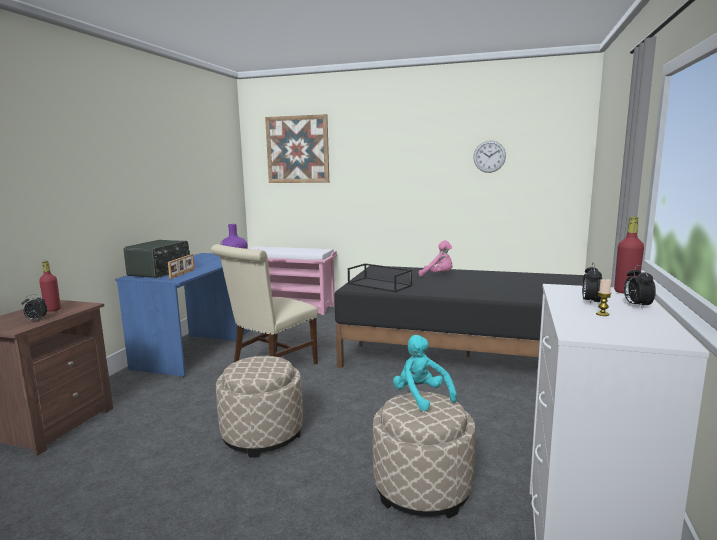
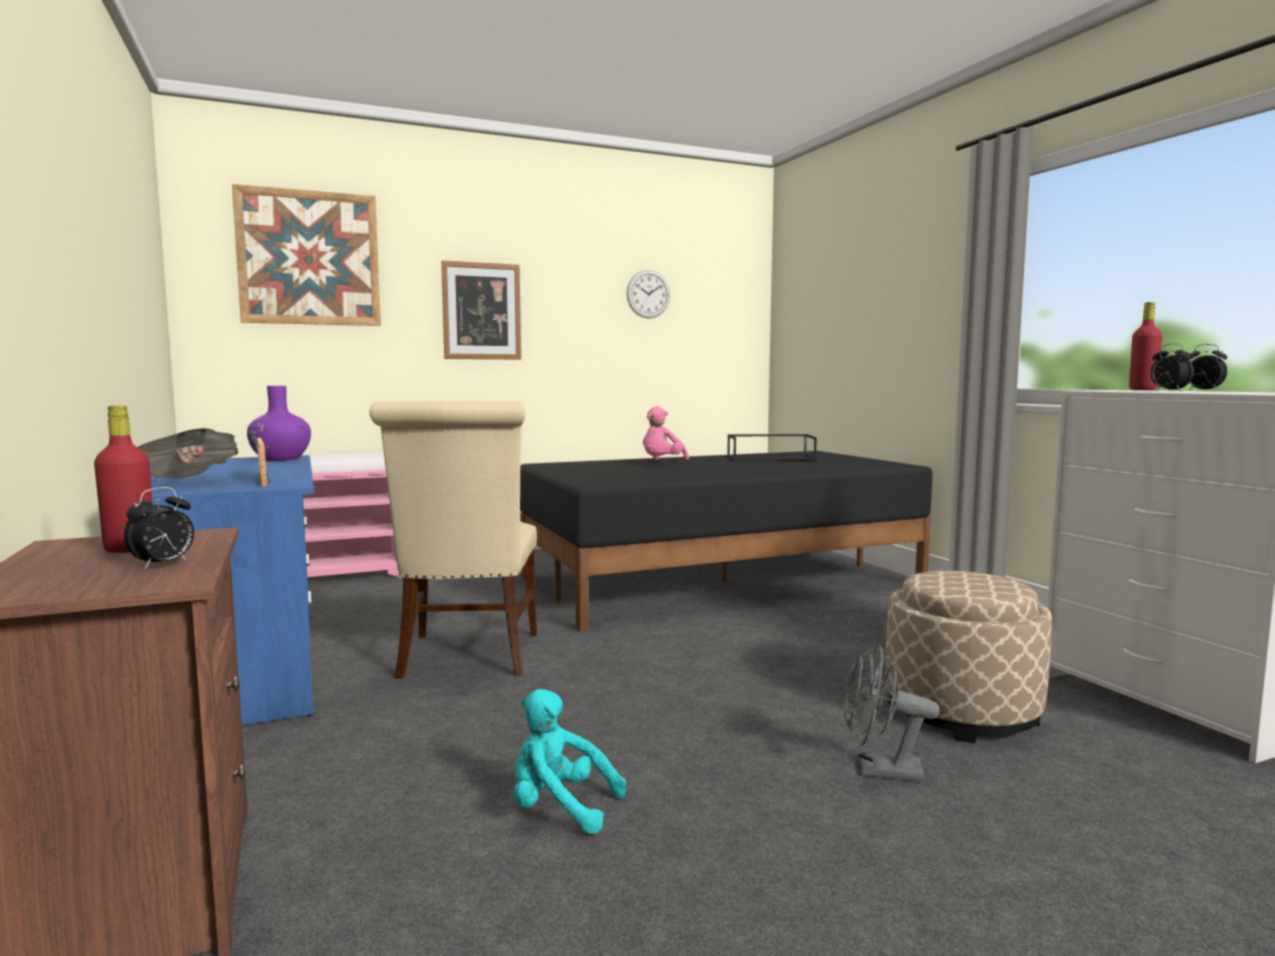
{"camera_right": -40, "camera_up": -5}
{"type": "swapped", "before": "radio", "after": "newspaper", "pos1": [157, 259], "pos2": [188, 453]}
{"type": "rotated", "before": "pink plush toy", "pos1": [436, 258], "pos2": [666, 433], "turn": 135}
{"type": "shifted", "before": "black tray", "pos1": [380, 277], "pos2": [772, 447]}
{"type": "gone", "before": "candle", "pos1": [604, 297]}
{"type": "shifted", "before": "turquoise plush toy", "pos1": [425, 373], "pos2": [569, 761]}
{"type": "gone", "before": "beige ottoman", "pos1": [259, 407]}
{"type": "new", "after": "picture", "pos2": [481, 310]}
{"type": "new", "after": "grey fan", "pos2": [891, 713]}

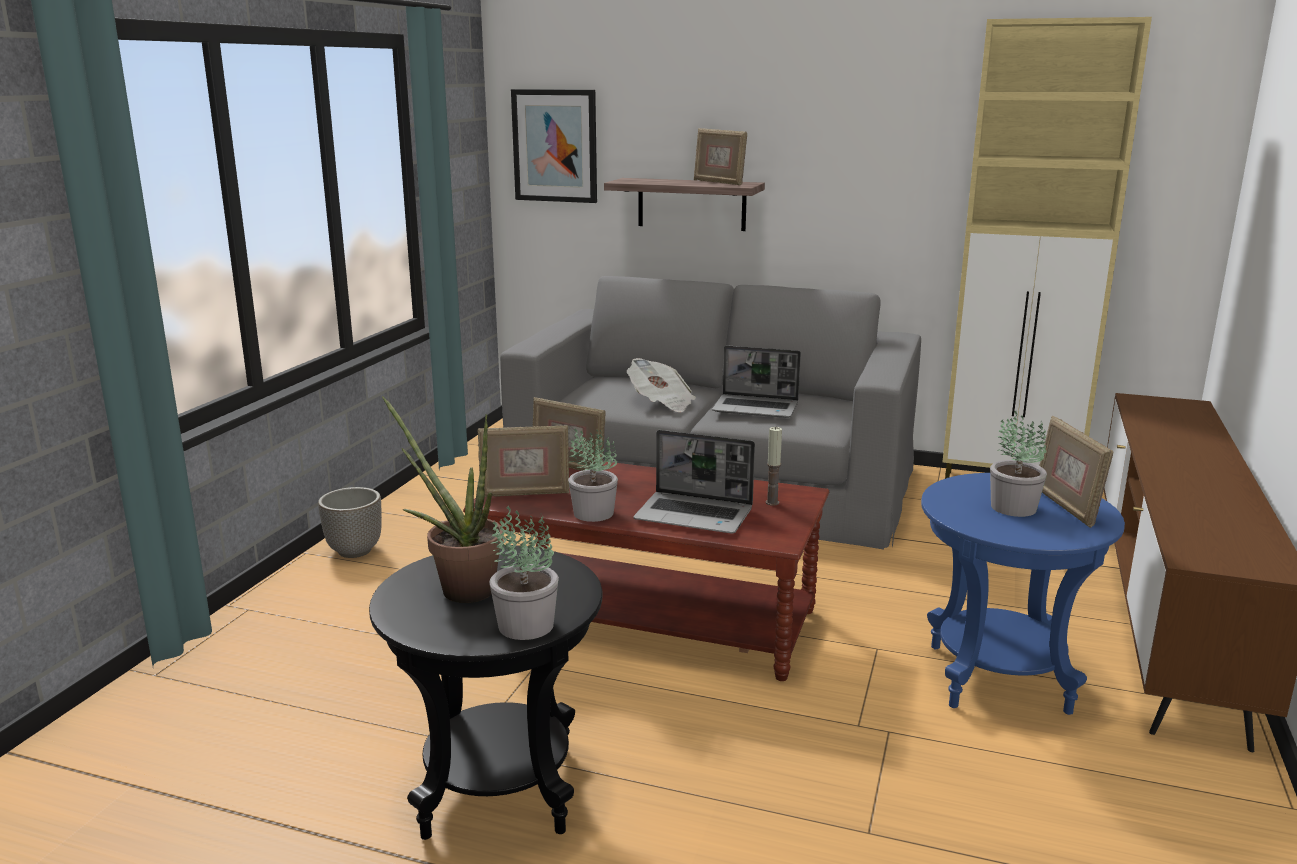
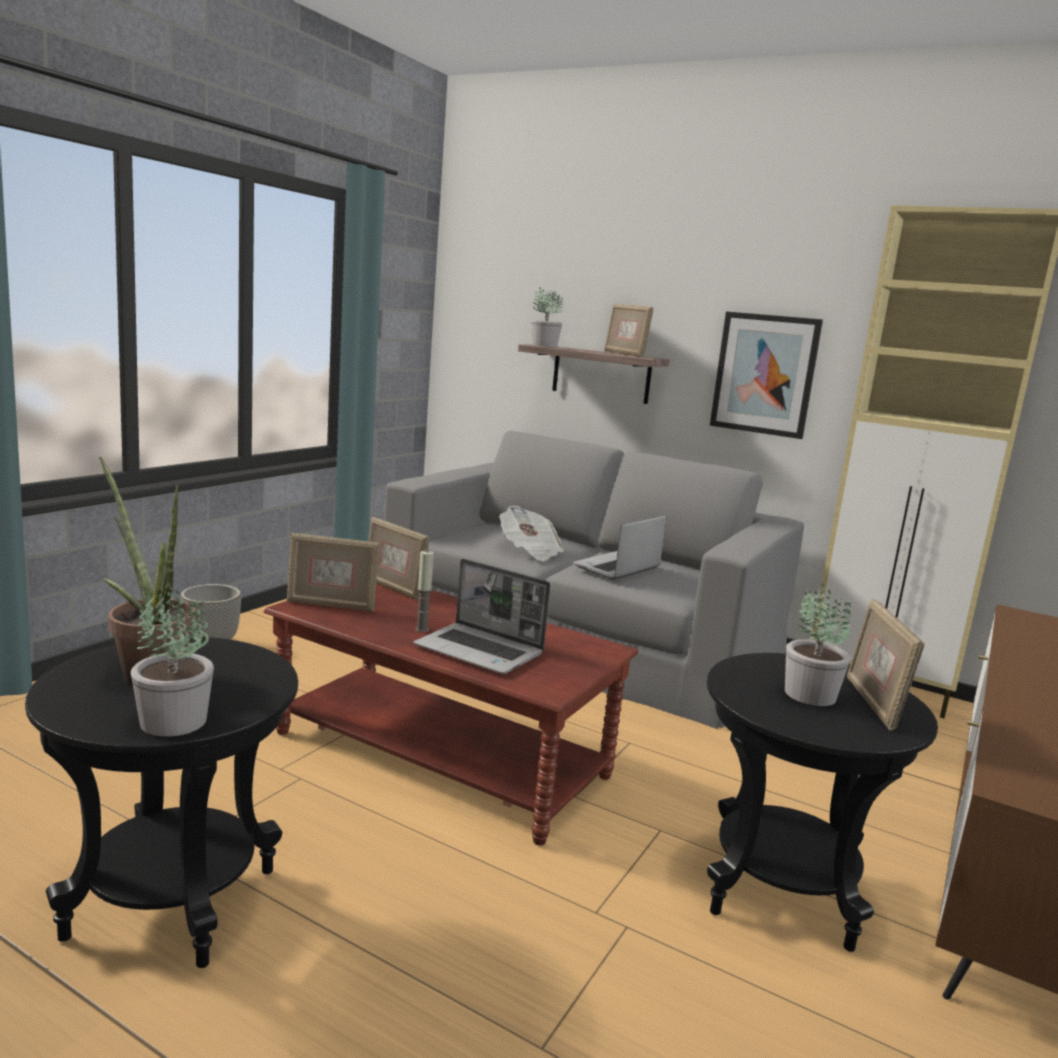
{"camera_right": 10, "camera_up": -5}
{"type": "shifted", "before": "picture", "pos1": [554, 146], "pos2": [766, 375]}
{"type": "rotated", "before": "laptop", "pos1": [756, 381], "pos2": [620, 547], "turn": 105}
{"type": "shifted", "before": "candle", "pos1": [774, 466], "pos2": [424, 591]}
{"type": "shifted", "before": "potted plant", "pos1": [593, 475], "pos2": [547, 317]}
{"type": "repainted", "before": "blue side table", "after": "black side table", "pos1": [1023, 594], "pos2": [822, 802]}

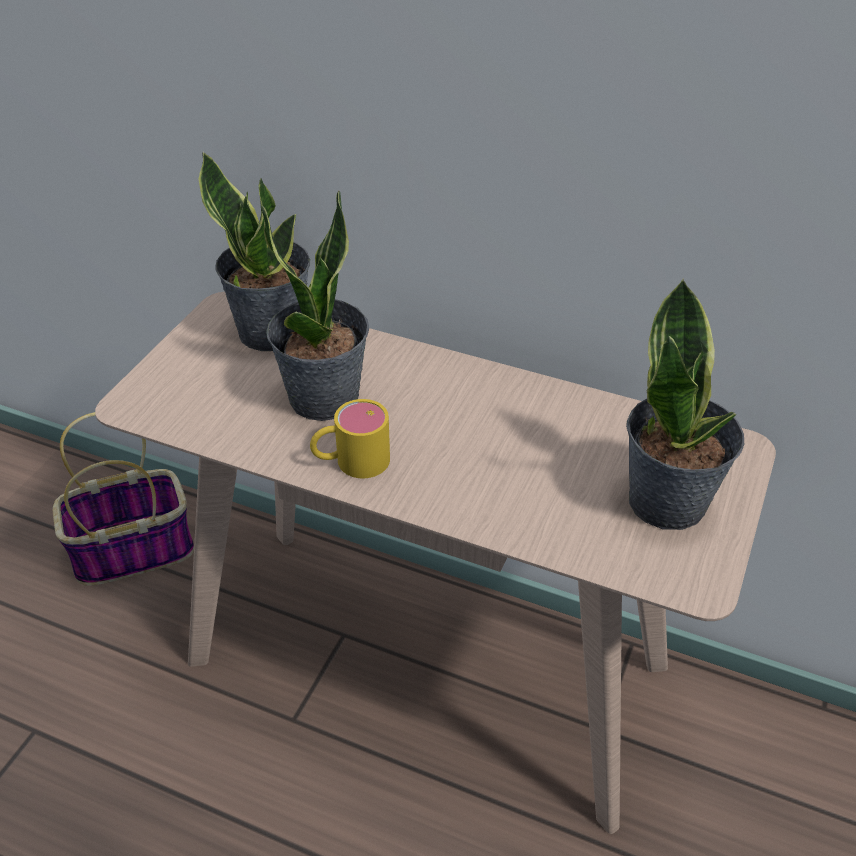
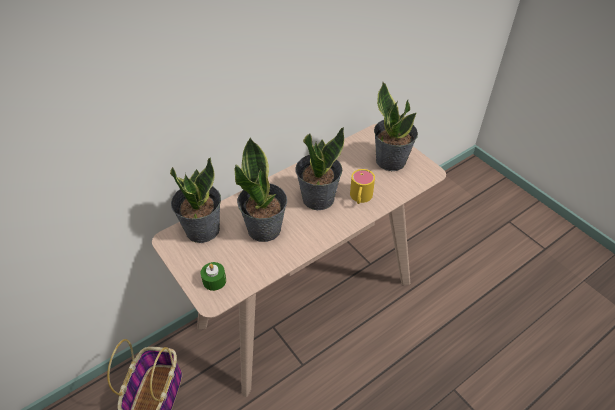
{"camera_right": -60, "camera_up": 5}
{"type": "shifted", "before": "yellow mug", "pos1": [350, 438], "pos2": [362, 186]}
{"type": "new", "after": "potted plant", "pos2": [319, 168]}
{"type": "new", "after": "green candle", "pos2": [213, 276]}

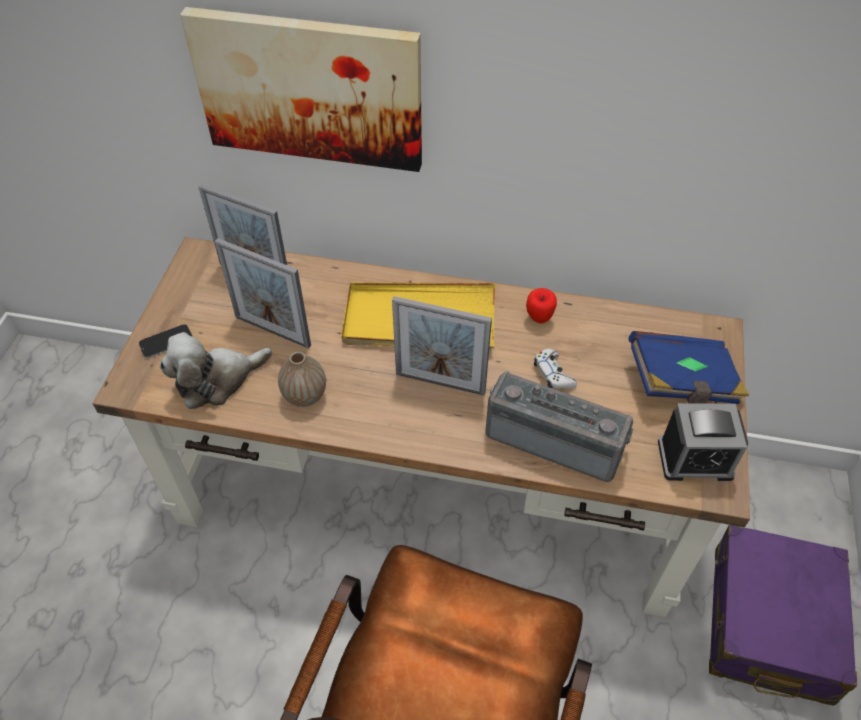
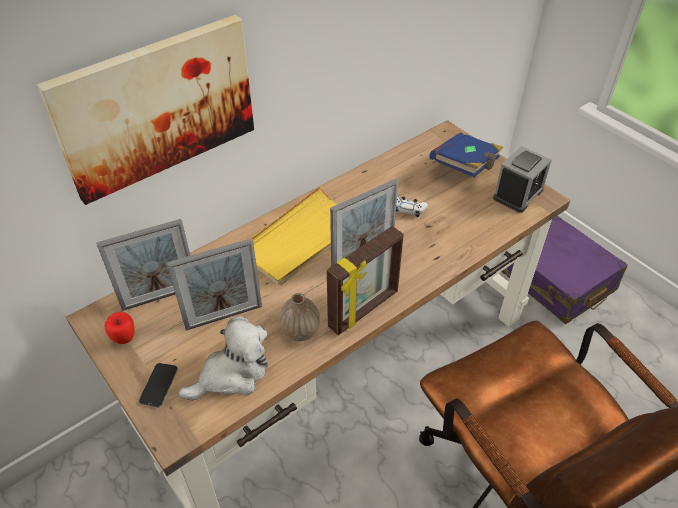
{"camera_right": -50, "camera_up": -5}
{"type": "shifted", "before": "apple", "pos1": [541, 305], "pos2": [119, 328]}
{"type": "rotated", "before": "plush toy", "pos1": [216, 370], "pos2": [223, 358], "turn": -135}
{"type": "gone", "before": "radio", "pos1": [559, 426]}
{"type": "new", "after": "picture frame", "pos2": [365, 280]}

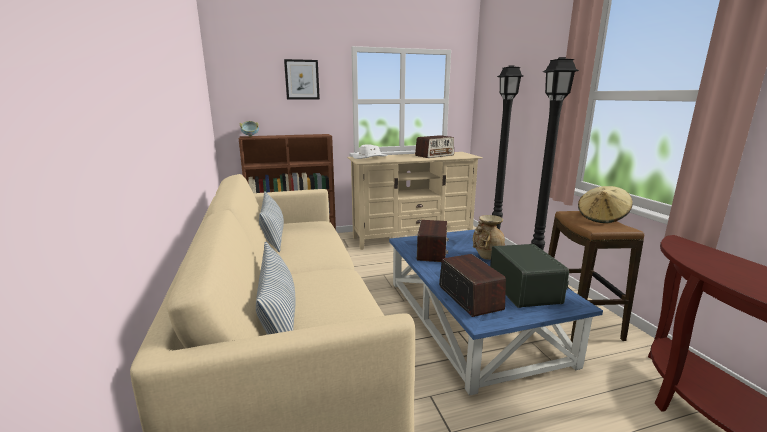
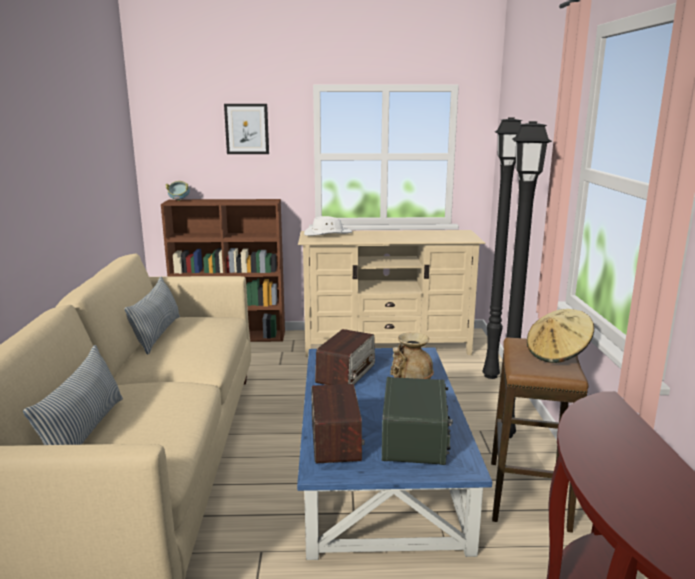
{"camera_right": 15, "camera_up": 0}
{"type": "gone", "before": "radio", "pos1": [434, 146]}

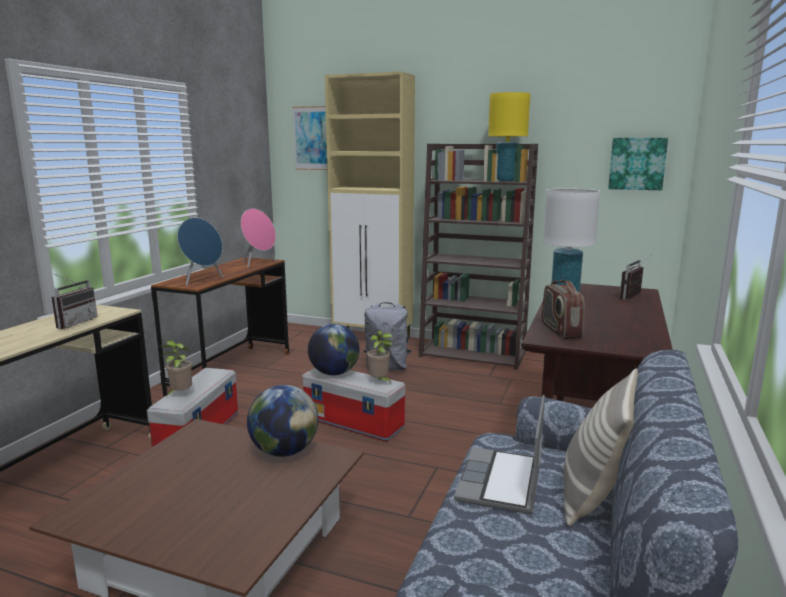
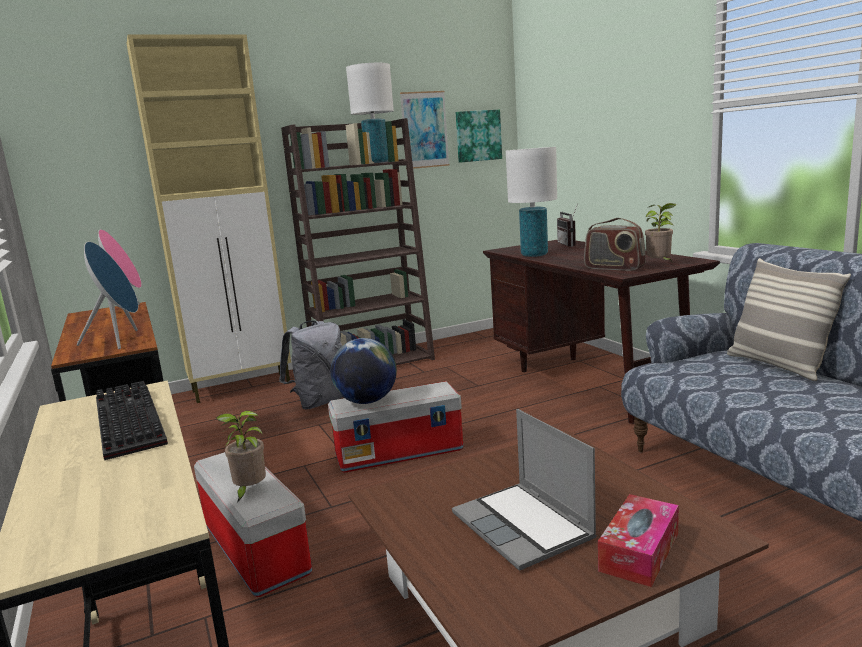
{"camera_right": -45, "camera_up": 0}
{"type": "repainted", "before": "yellow table lamp", "after": "white table lamp", "pos1": [509, 137], "pos2": [370, 113]}
{"type": "shifted", "before": "picture", "pos1": [310, 138], "pos2": [424, 130]}
{"type": "swapped", "before": "radio", "after": "keyboard", "pos1": [75, 301], "pos2": [132, 420]}
{"type": "shifted", "before": "potted plant", "pos1": [380, 357], "pos2": [661, 232]}
{"type": "gone", "before": "globe", "pos1": [282, 421]}
{"type": "shifted", "before": "laptop", "pos1": [499, 454], "pos2": [524, 490]}
{"type": "new", "after": "tissue box", "pos2": [638, 540]}

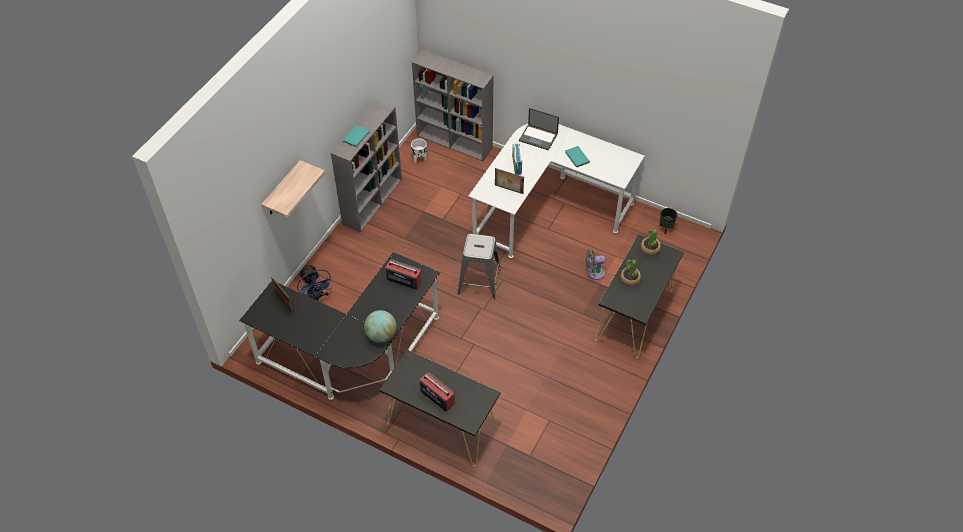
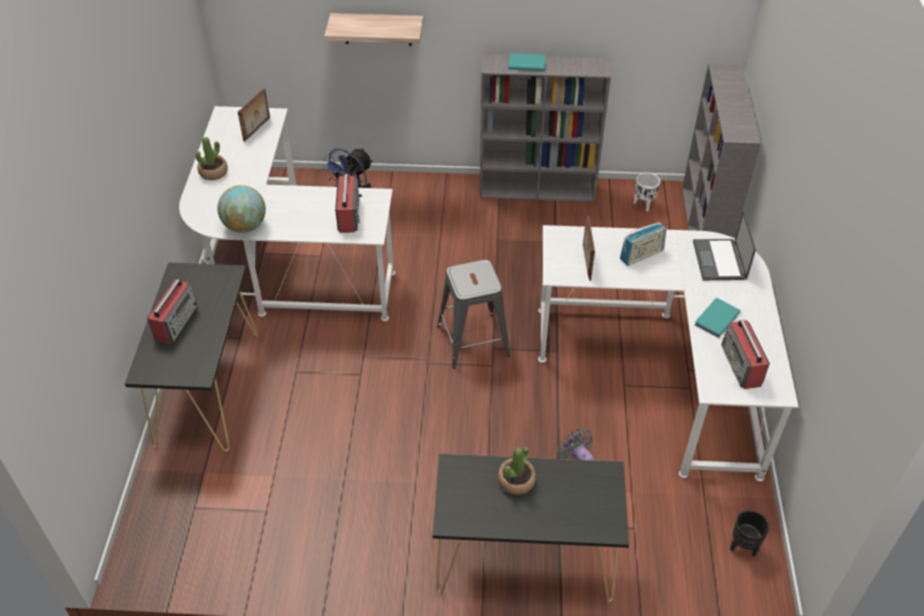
{"camera_right": 65, "camera_up": -5}
{"type": "shifted", "before": "potted plant", "pos1": [651, 242], "pos2": [211, 158]}
{"type": "repainted", "before": "black desk", "after": "white desk", "pos1": [339, 326], "pos2": [287, 213]}
{"type": "new", "after": "radio", "pos2": [746, 354]}

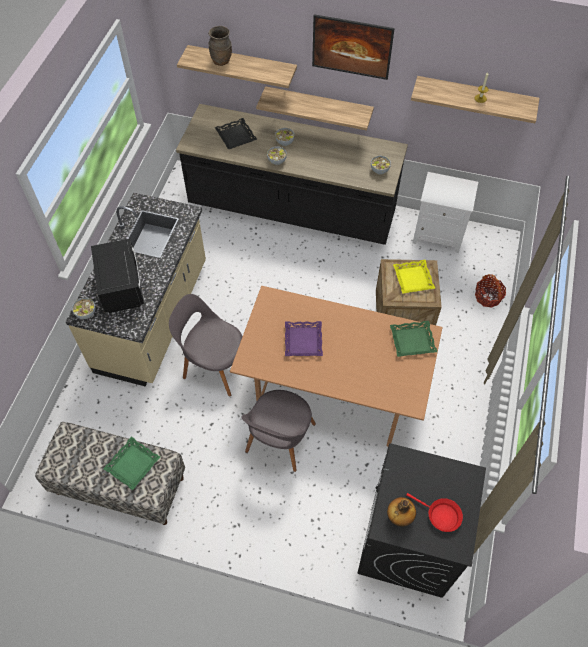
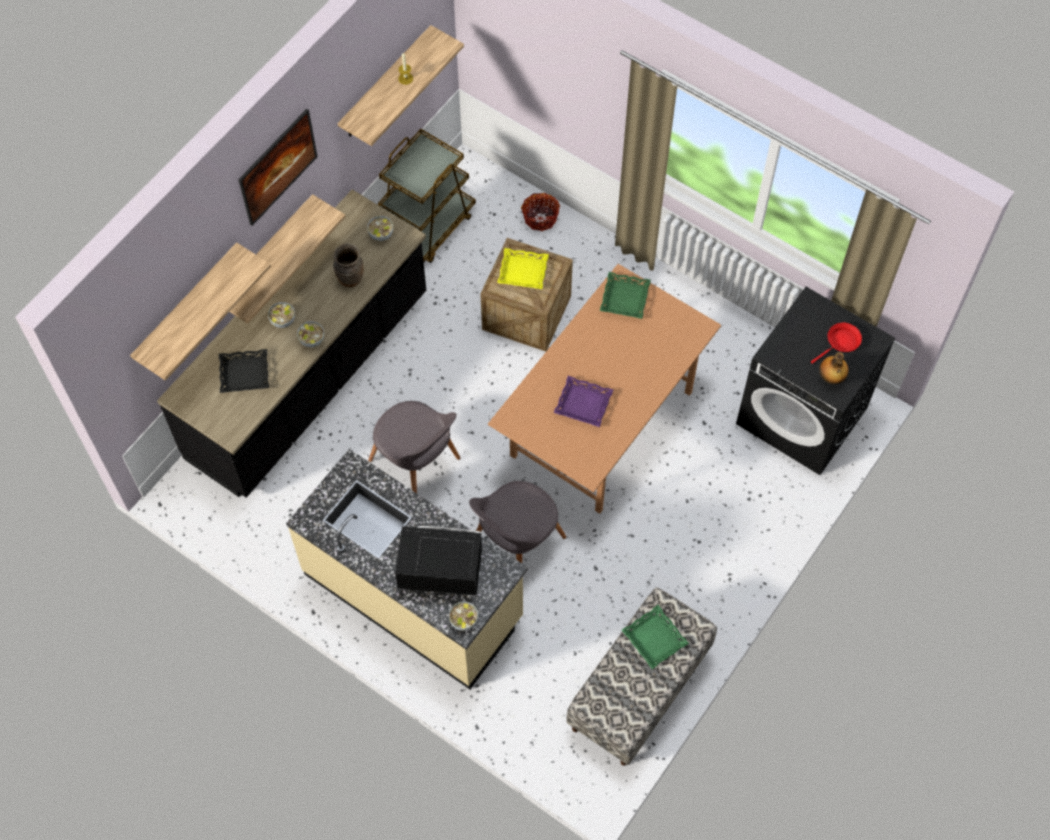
{"camera_right": -70, "camera_up": 5}
{"type": "shifted", "before": "brown vase", "pos1": [220, 46], "pos2": [348, 265]}
{"type": "swapped", "before": "white nightstand", "after": "brown cart", "pos1": [445, 212], "pos2": [427, 196]}
{"type": "shifted", "before": "grey chair", "pos1": [279, 431], "pos2": [414, 447]}

